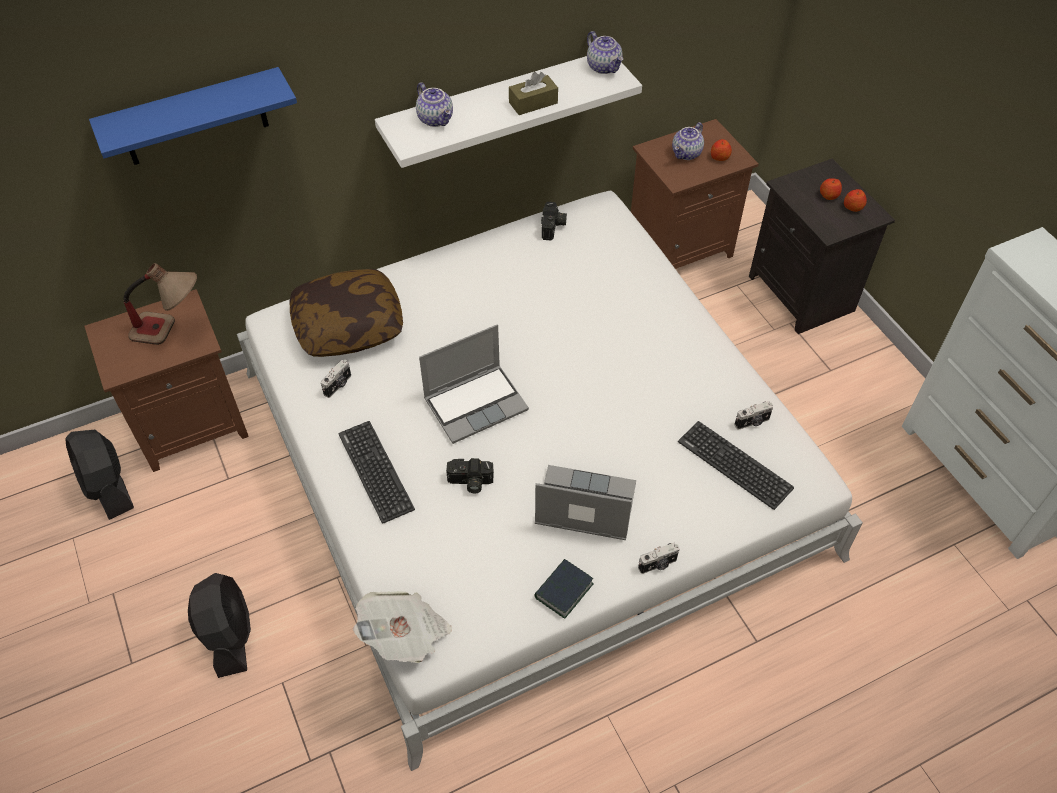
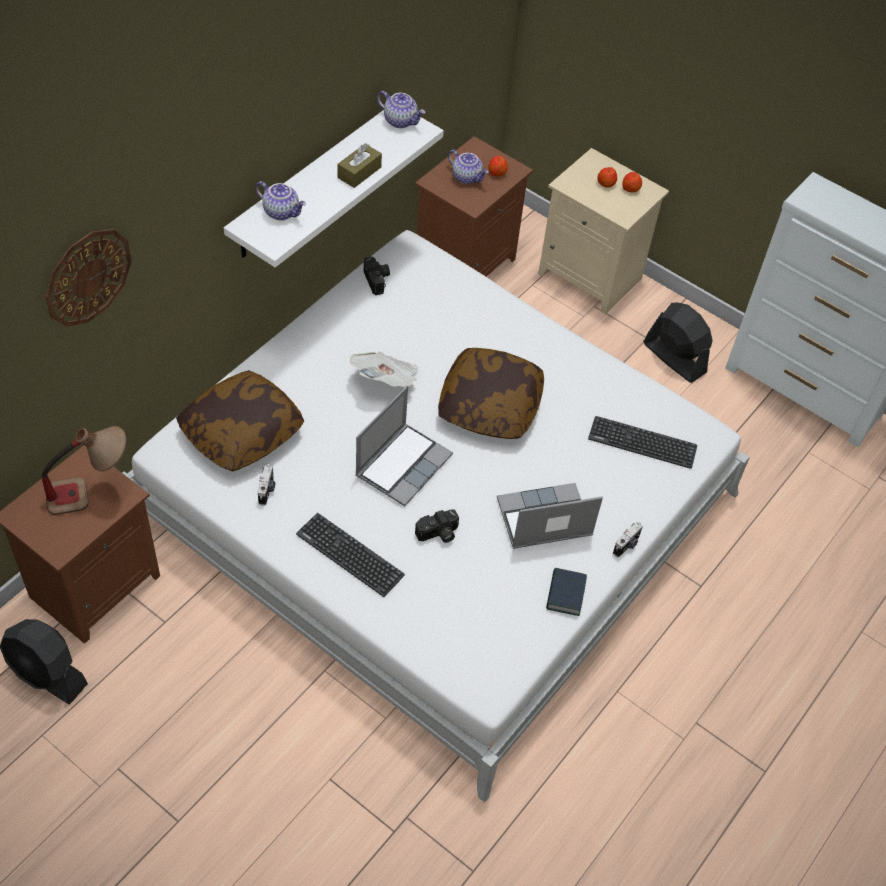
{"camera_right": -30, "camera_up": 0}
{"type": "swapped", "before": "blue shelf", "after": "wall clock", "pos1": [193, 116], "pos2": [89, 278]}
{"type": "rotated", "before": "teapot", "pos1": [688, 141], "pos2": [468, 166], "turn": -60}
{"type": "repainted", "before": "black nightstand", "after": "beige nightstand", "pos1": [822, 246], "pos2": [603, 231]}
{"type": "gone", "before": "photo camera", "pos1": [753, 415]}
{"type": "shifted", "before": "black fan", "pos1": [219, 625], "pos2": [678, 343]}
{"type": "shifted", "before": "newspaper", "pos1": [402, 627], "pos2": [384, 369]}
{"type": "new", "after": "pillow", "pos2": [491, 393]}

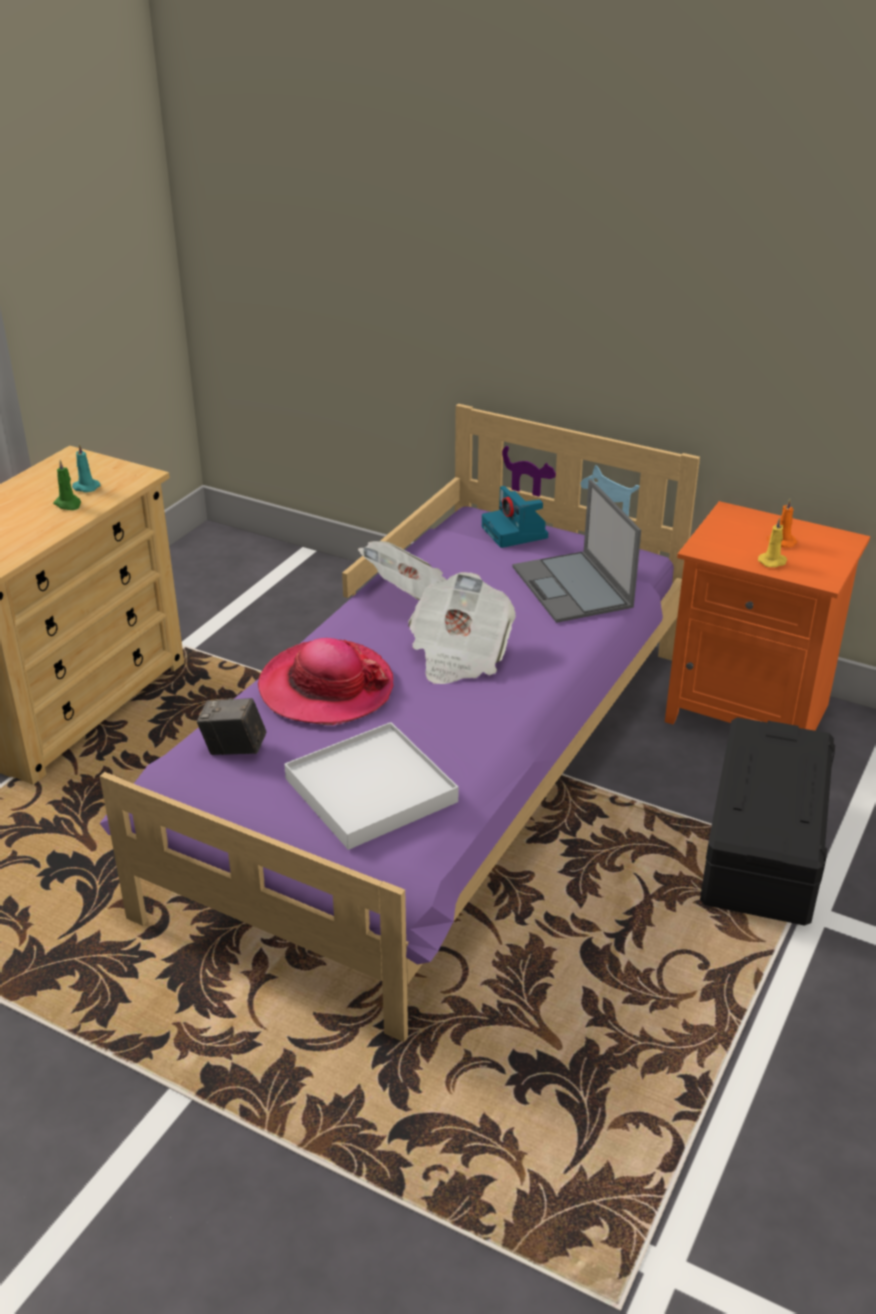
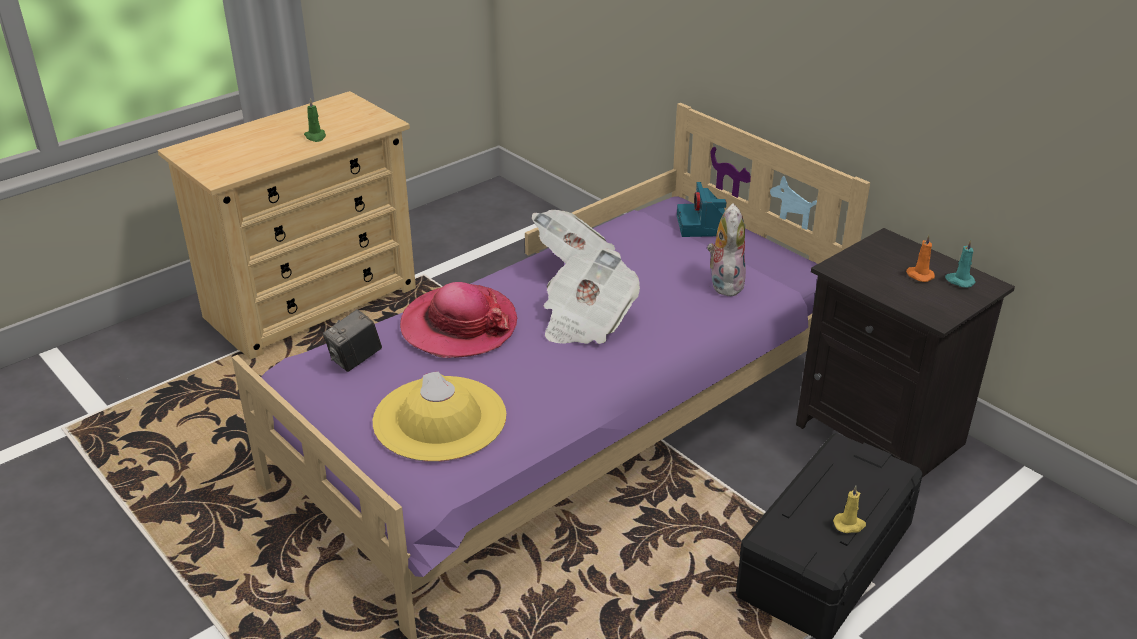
{"camera_right": 20, "camera_up": 0}
{"type": "shifted", "before": "turquoise candle", "pos1": [86, 468], "pos2": [960, 263]}
{"type": "swapped", "before": "laptop", "after": "plush toy", "pos1": [576, 551], "pos2": [726, 249]}
{"type": "repainted", "before": "orange nightstand", "after": "black nightstand", "pos1": [767, 616], "pos2": [905, 353]}
{"type": "shifted", "before": "yellow candle", "pos1": [772, 542], "pos2": [849, 509]}
{"type": "rotated", "before": "photo camera", "pos1": [232, 726], "pos2": [352, 340], "turn": -75}
{"type": "swapped", "before": "white tray", "after": "yellow hat", "pos1": [371, 786], "pos2": [440, 417]}

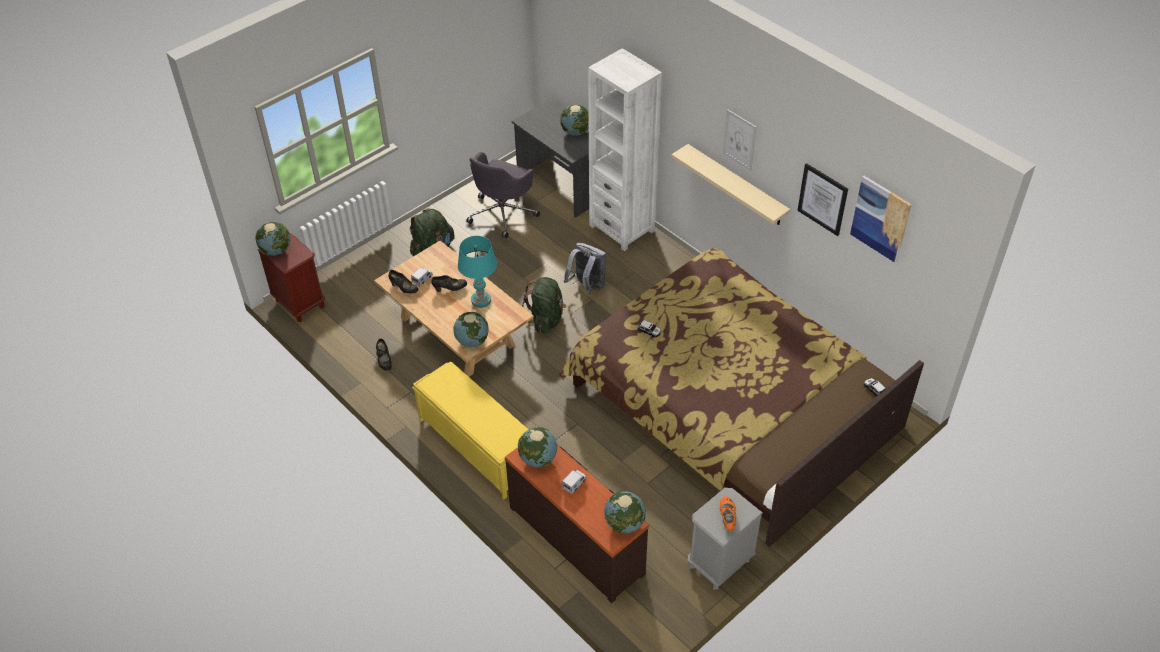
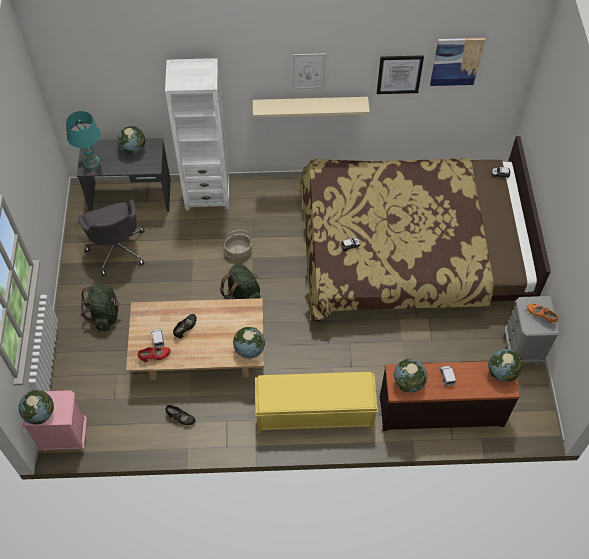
{"camera_right": -50, "camera_up": 10}
{"type": "repainted", "before": "brown nightstand", "after": "pink nightstand", "pos1": [291, 277], "pos2": [55, 421]}
{"type": "shifted", "before": "turquoise table lamp", "pos1": [477, 272], "pos2": [83, 140]}
{"type": "swapped", "before": "grey backpack", "after": "basket", "pos1": [585, 268], "pos2": [238, 244]}
{"type": "repainted", "before": "black shoe", "after": "red shoe", "pos1": [403, 282], "pos2": [154, 354]}

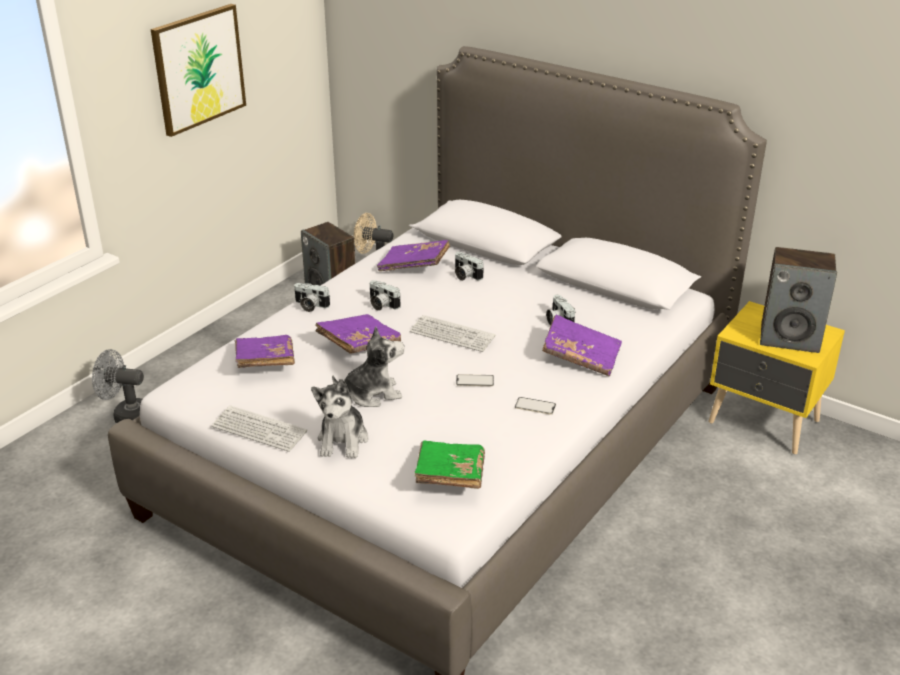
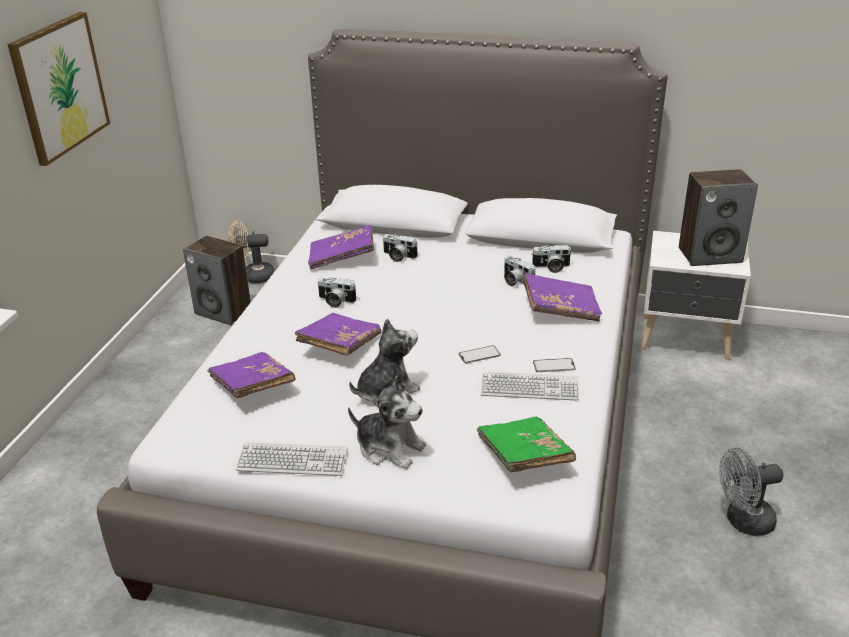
{"camera_right": -20, "camera_up": 0}
{"type": "shifted", "before": "photo camera", "pos1": [312, 297], "pos2": [551, 259]}
{"type": "repainted", "before": "yellow nightstand", "after": "white nightstand", "pos1": [776, 377], "pos2": [696, 295]}
{"type": "shifted", "before": "keyboard", "pos1": [453, 333], "pos2": [530, 385]}
{"type": "shifted", "before": "grey fan", "pos1": [118, 386], "pos2": [751, 492]}
{"type": "rotated", "before": "plush toy", "pos1": [339, 418], "pos2": [387, 422], "turn": -45}

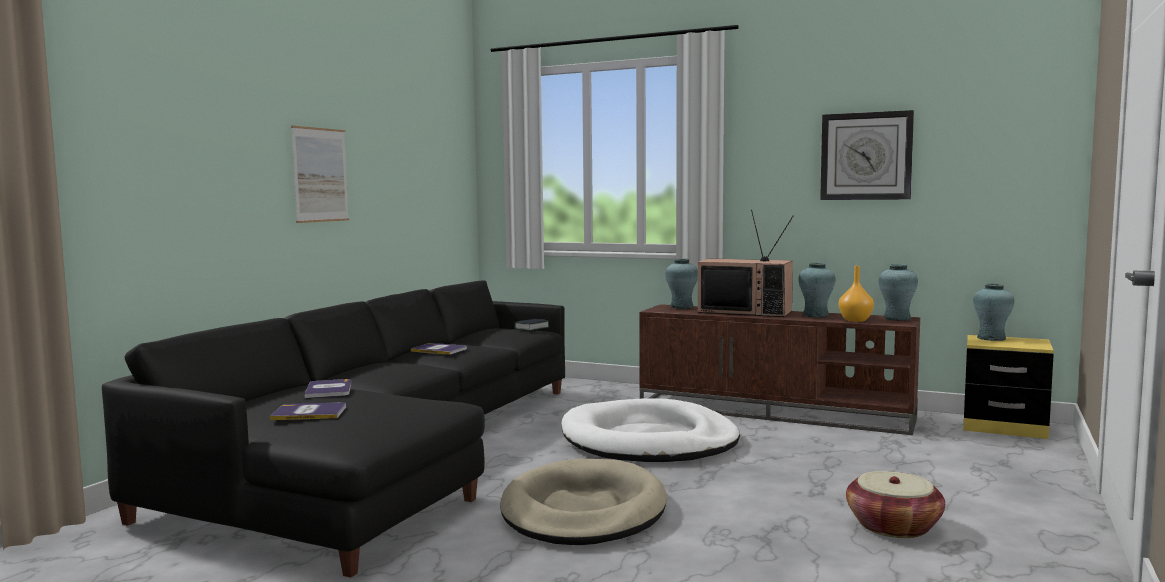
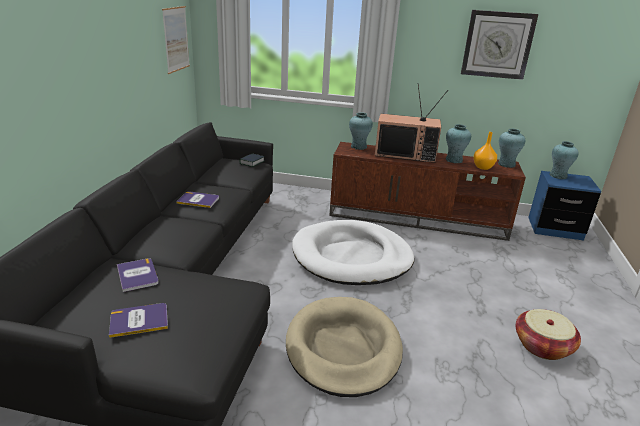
{"camera_right": -15, "camera_up": 20}
{"type": "shifted", "before": "picture", "pos1": [320, 174], "pos2": [176, 40]}
{"type": "repainted", "before": "yellow nightstand", "after": "blue nightstand", "pos1": [1008, 387], "pos2": [564, 205]}

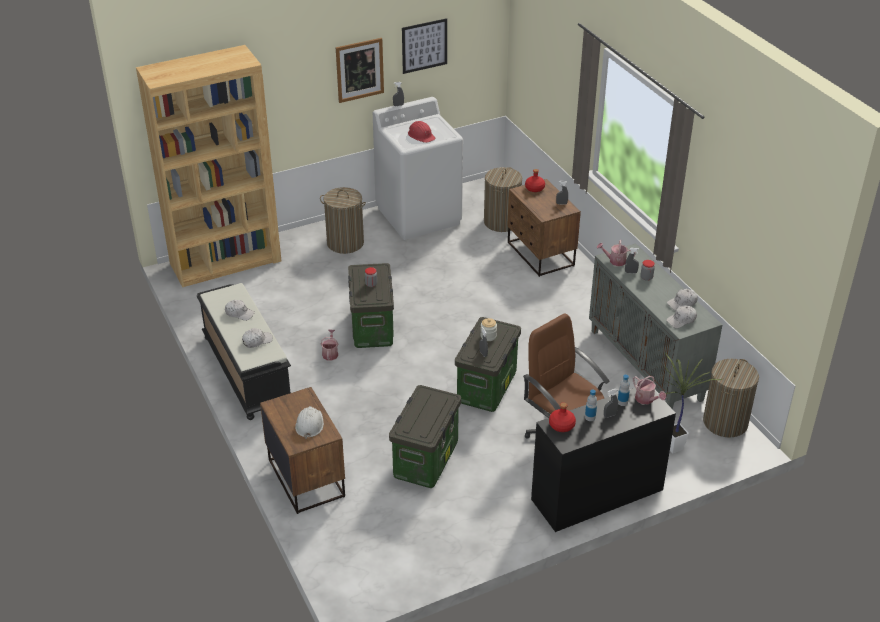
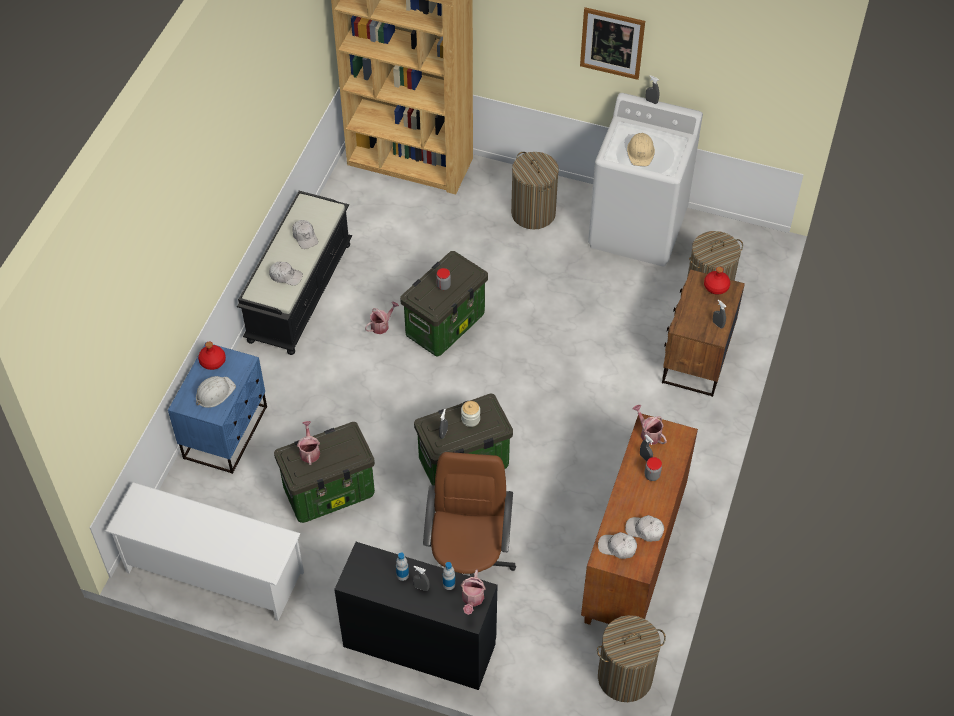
{"camera_right": 45, "camera_up": 15}
{"type": "gone", "before": "picture", "pos1": [424, 46]}
{"type": "repainted", "before": "red hard hat", "after": "beige hard hat", "pos1": [422, 132], "pos2": [641, 149]}
{"type": "repainted", "before": "grey cabinet", "after": "brown cabinet", "pos1": [655, 326], "pos2": [639, 519]}
{"type": "gone", "before": "potted plant", "pos1": [693, 403]}
{"type": "repainted", "before": "brown nightstand", "after": "blue nightstand", "pos1": [302, 450], "pos2": [217, 408]}
{"type": "shifted", "before": "red bottle", "pos1": [562, 417], "pos2": [212, 356]}
{"type": "new", "after": "watering can", "pos2": [308, 443]}
{"type": "new", "after": "white shoe rack", "pos2": [204, 551]}

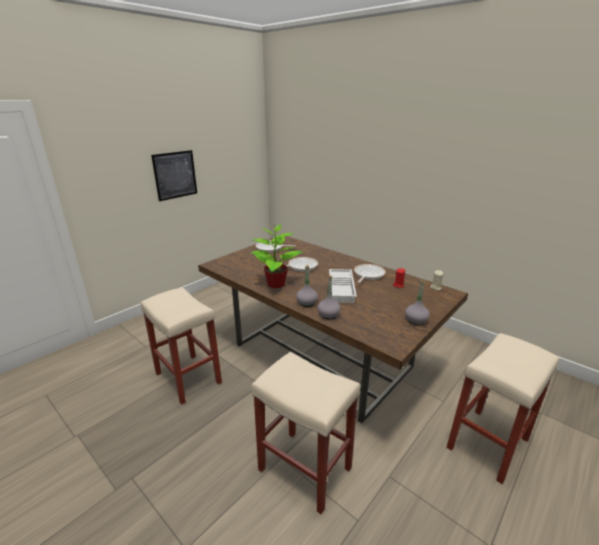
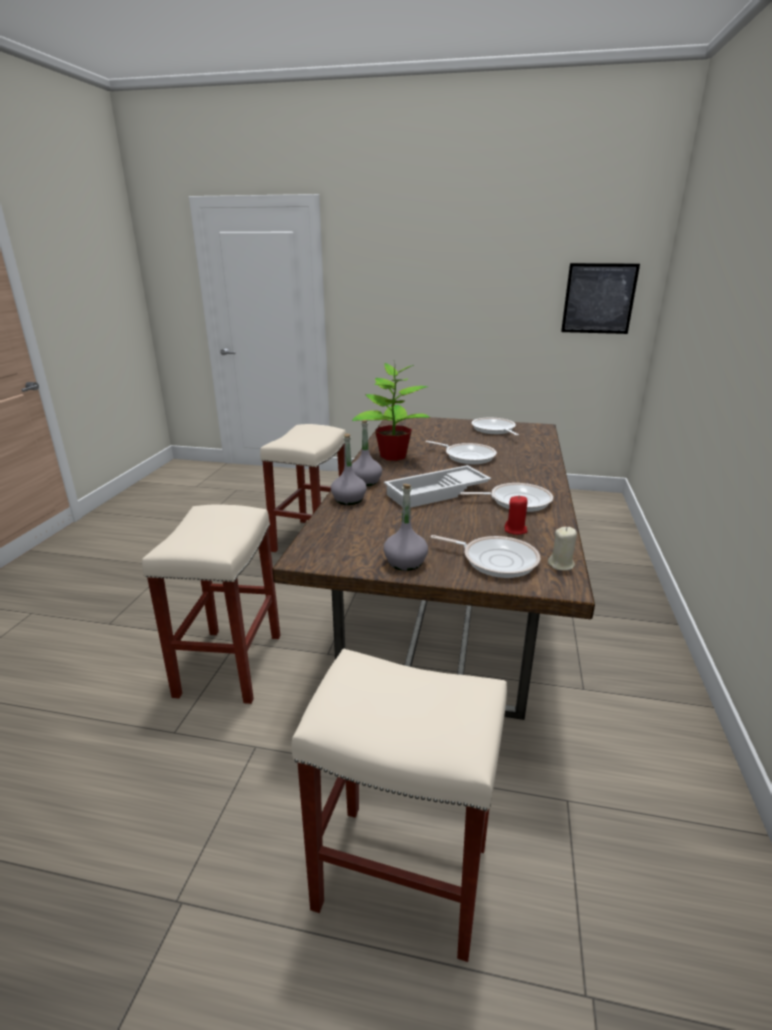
{"camera_right": 60, "camera_up": 0}
{"type": "shifted", "before": "picture", "pos1": [174, 175], "pos2": [600, 298]}
{"type": "new", "after": "frying pan", "pos2": [486, 556]}

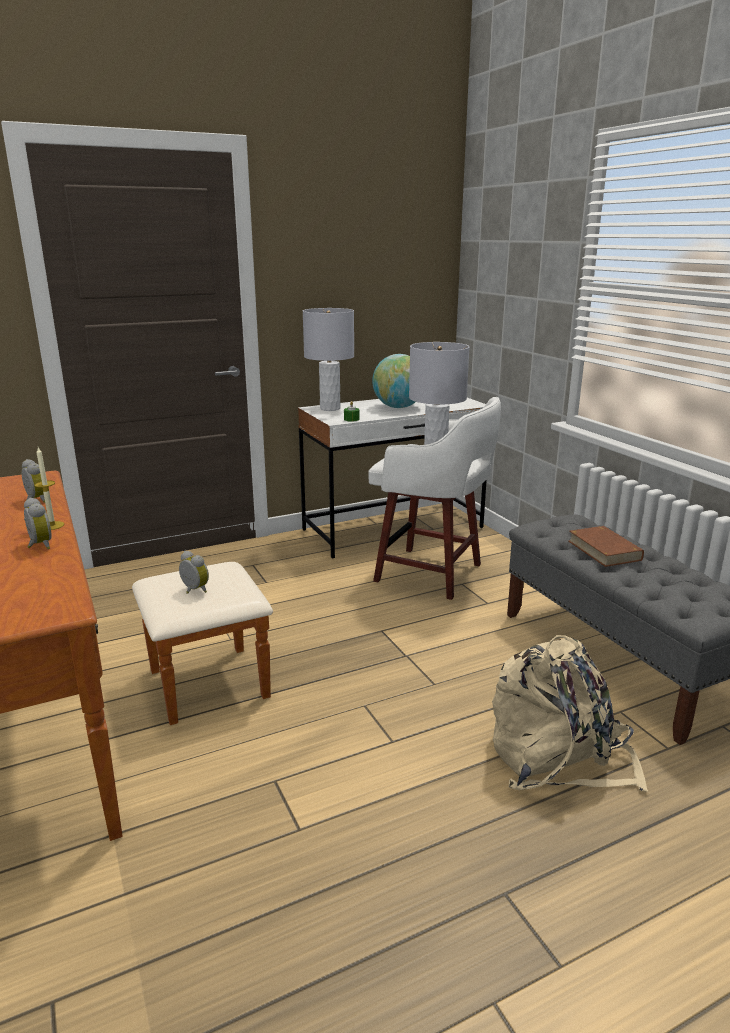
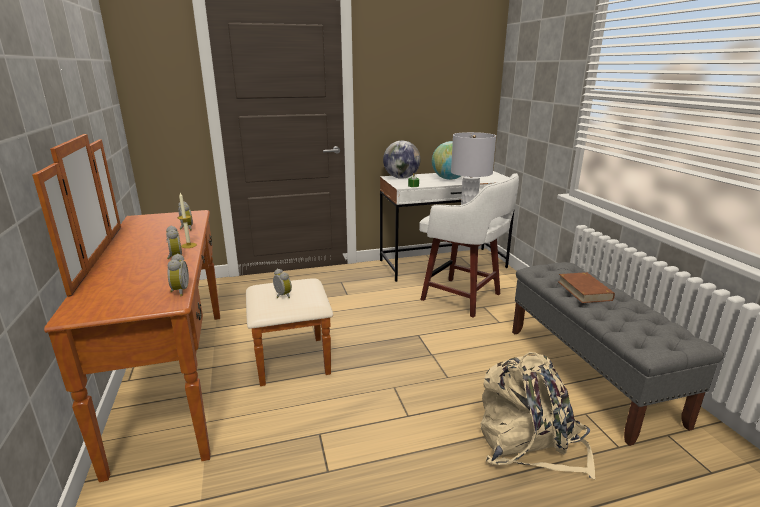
{"camera_right": 10, "camera_up": 0}
{"type": "swapped", "before": "grey table lamp", "after": "globe", "pos1": [328, 359], "pos2": [401, 160]}
{"type": "new", "after": "alarm clock", "pos2": [178, 275]}

